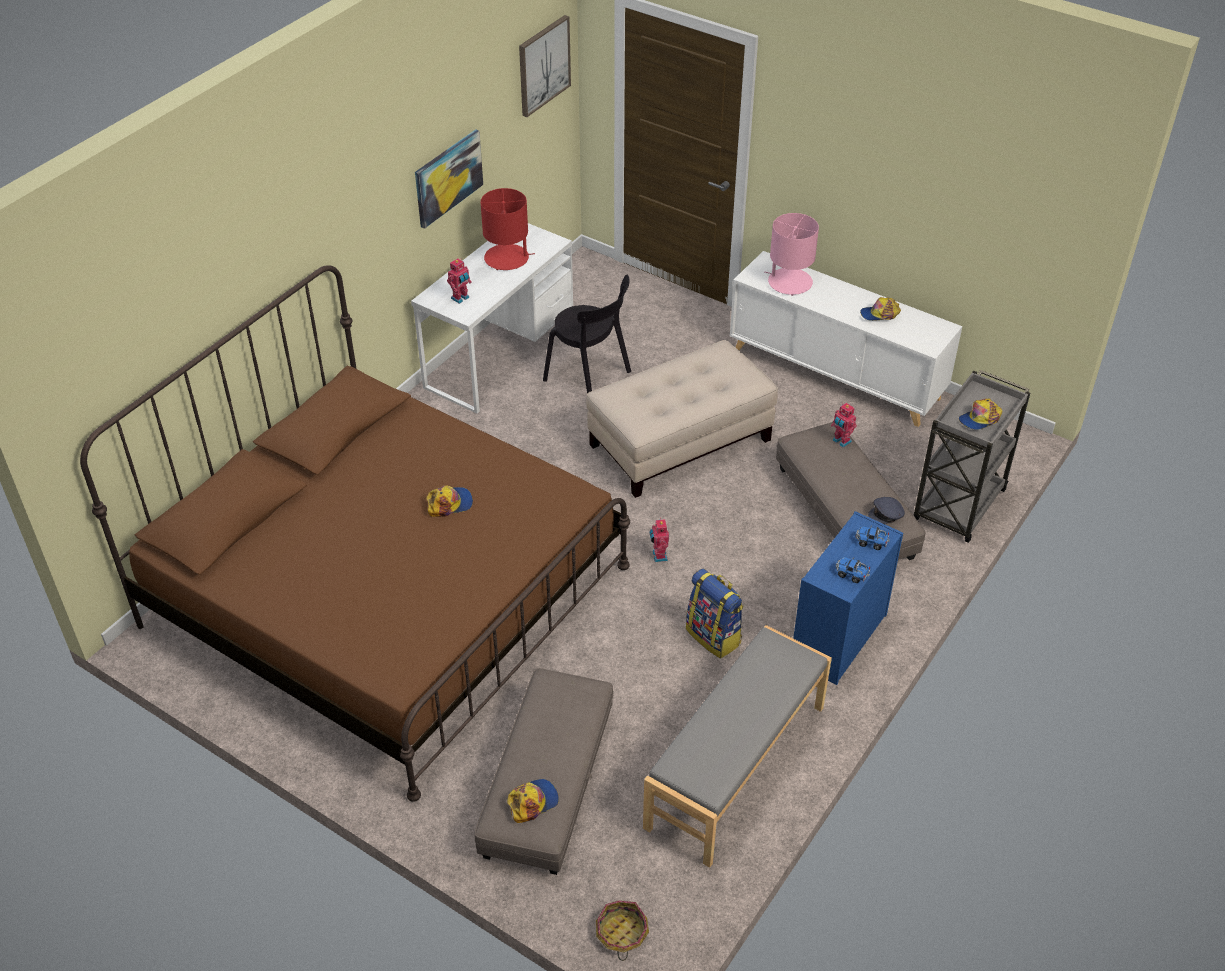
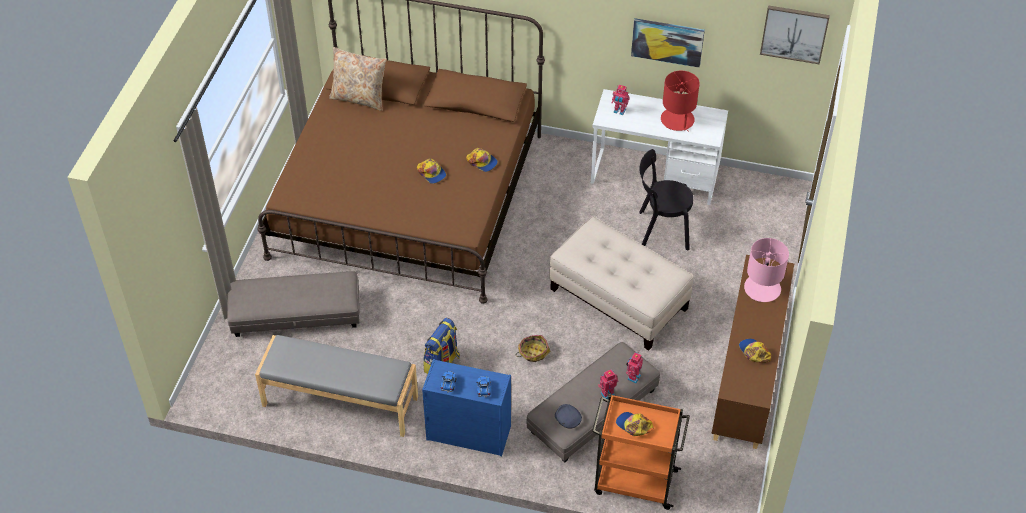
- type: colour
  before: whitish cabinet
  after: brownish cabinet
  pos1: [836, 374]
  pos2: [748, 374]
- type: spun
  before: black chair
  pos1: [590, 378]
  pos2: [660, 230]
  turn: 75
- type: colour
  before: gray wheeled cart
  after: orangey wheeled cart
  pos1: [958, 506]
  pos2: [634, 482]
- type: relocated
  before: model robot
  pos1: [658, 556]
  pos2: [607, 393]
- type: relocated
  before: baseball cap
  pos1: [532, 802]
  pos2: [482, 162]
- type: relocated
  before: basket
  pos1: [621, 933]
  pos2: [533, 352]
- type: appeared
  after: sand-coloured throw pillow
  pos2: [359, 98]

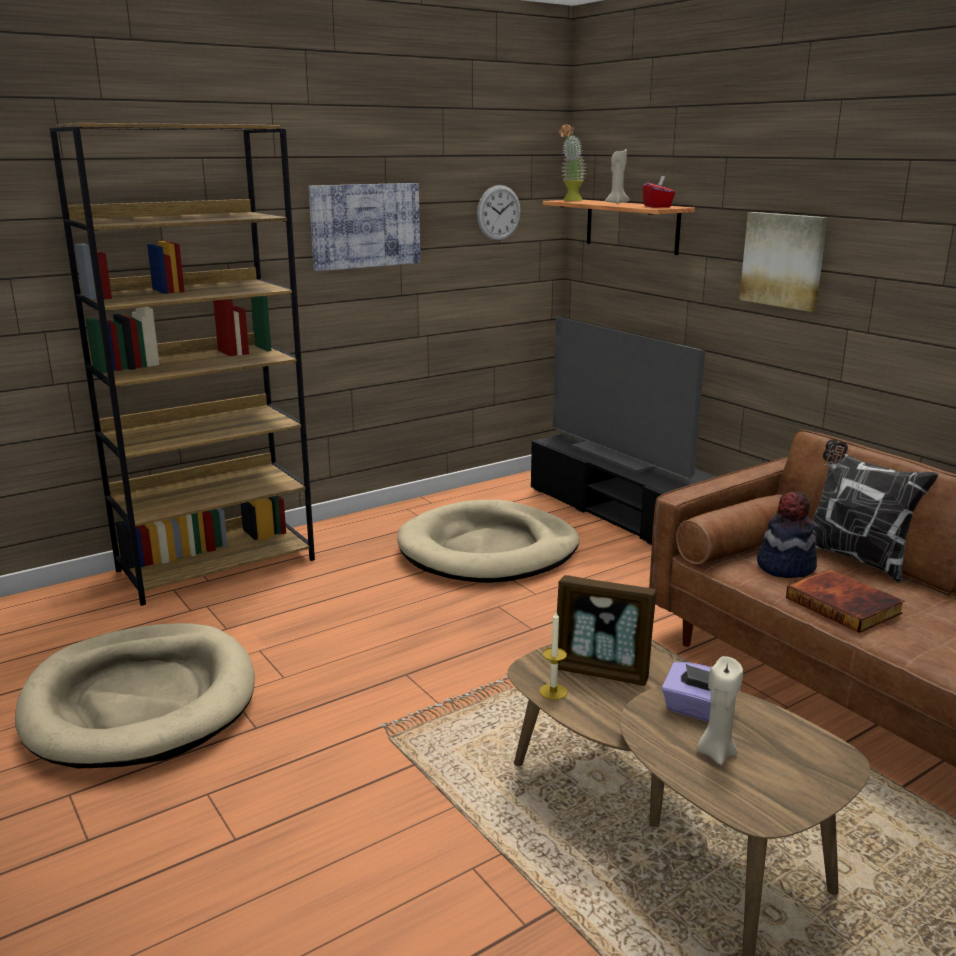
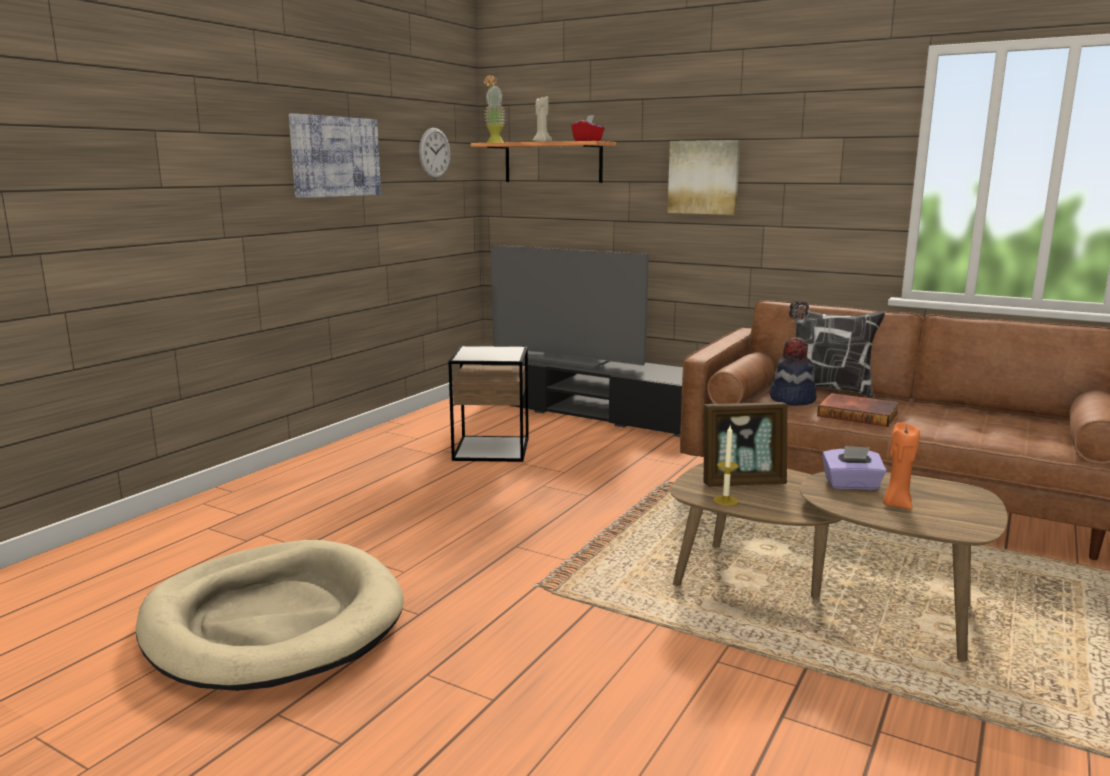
- type: missing
  before: brownish shelving unit
  pos1: [217, 565]
- type: exchanged
  before: sand-coloured dog cushion
  after: side table
  pos1: [488, 550]
  pos2: [491, 449]
- type: colour
  before: sand-coloured wax light
  after: orangey wax light
  pos1: [716, 752]
  pos2: [896, 504]

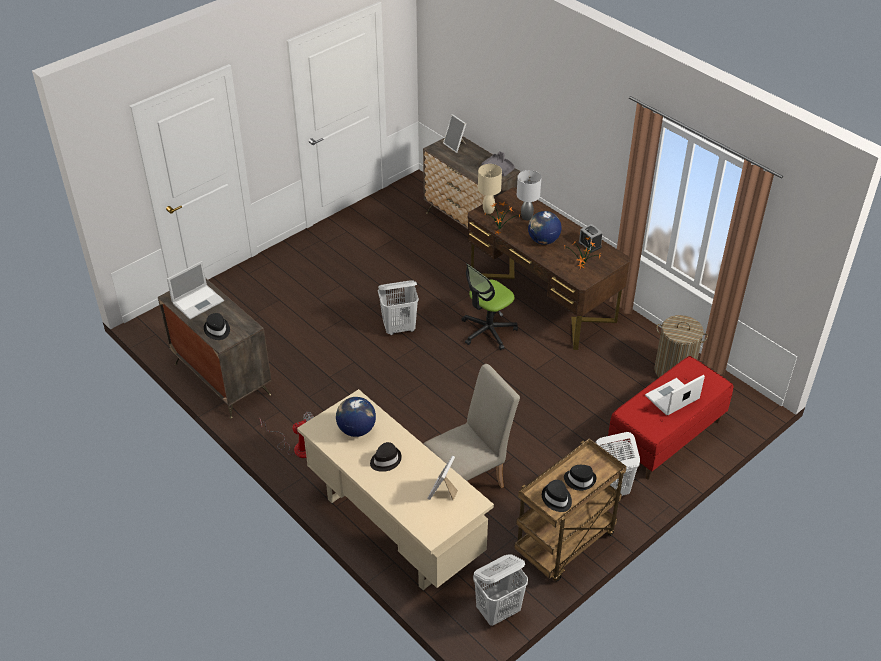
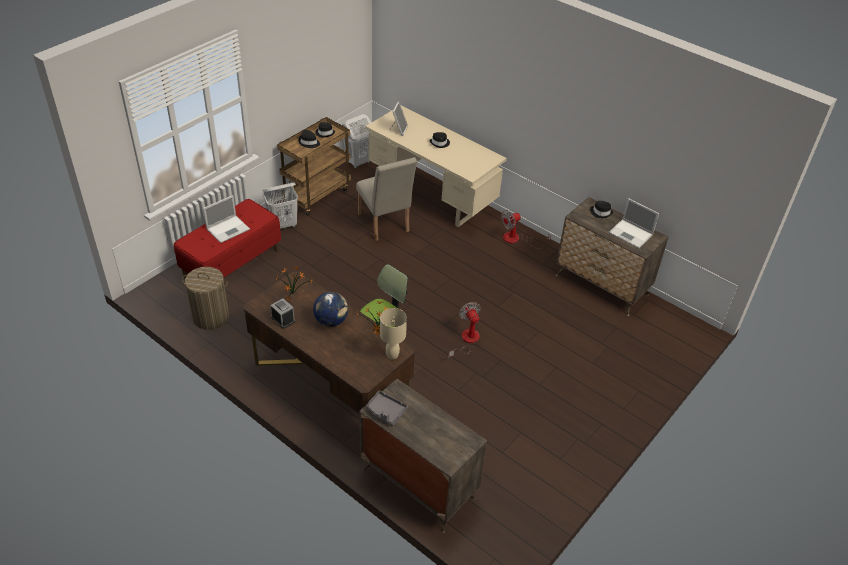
- type: missing
  before: photo frame
  pos1: [455, 145]
- type: missing
  before: gray lamp for a table
  pos1: [527, 217]
- type: spun
  before: portable computer
  pos1: [198, 301]
  pos2: [631, 234]
  turn: -90
- type: exchanged
  before: whitish hamper
  after: fan
  pos1: [399, 328]
  pos2: [466, 341]
- type: spun
  before: sand-coloured chair
  pos1: [469, 481]
  pos2: [384, 225]
  turn: -75
- type: missing
  before: desk globe
  pos1: [356, 430]

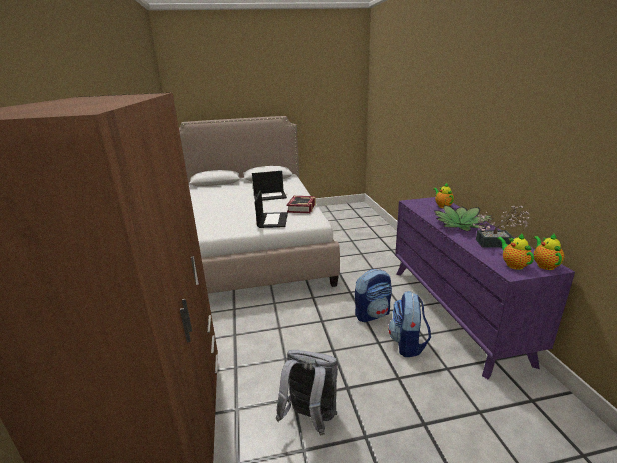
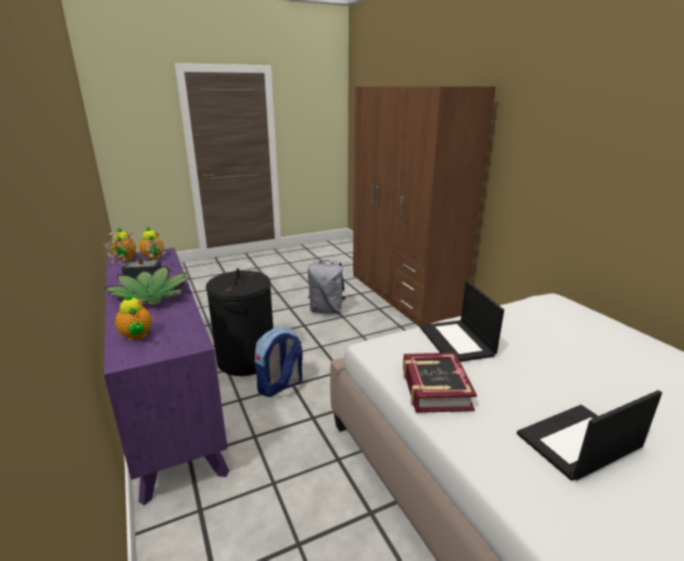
- type: exchanged
  before: backpack
  after: black hamper
  pos1: [408, 344]
  pos2: [246, 359]

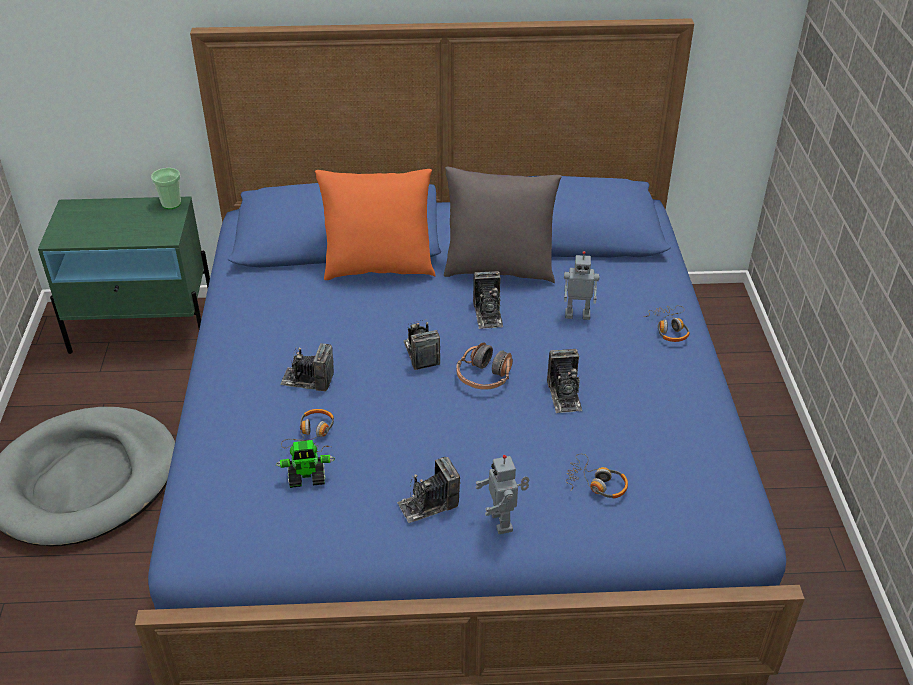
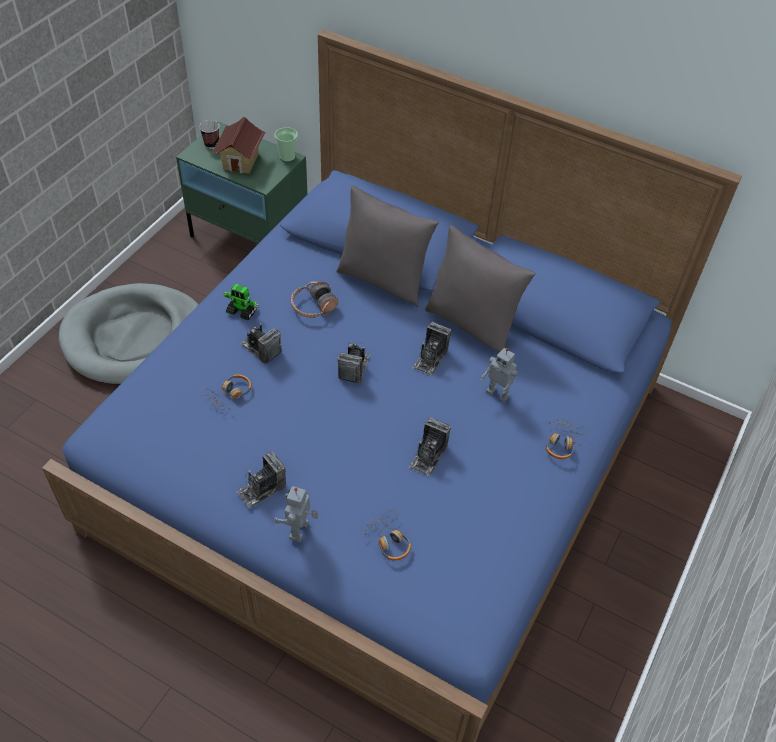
- type: colour
  before: orangey throw pillow
  after: gray throw pillow
  pos1: [378, 268]
  pos2: [383, 280]
- type: relocated
  before: pair of headphones
  pos1: [484, 377]
  pos2: [313, 307]
- type: relocated
  before: model robot
  pos1: [307, 477]
  pos2: [242, 311]
- type: spun
  before: photo camera
  pos1: [428, 504]
  pos2: [262, 489]
  turn: -45
- type: appeared
  after: toy house
  pos2: [241, 161]
- type: appeared
  after: drinking cup
  pos2: [211, 144]

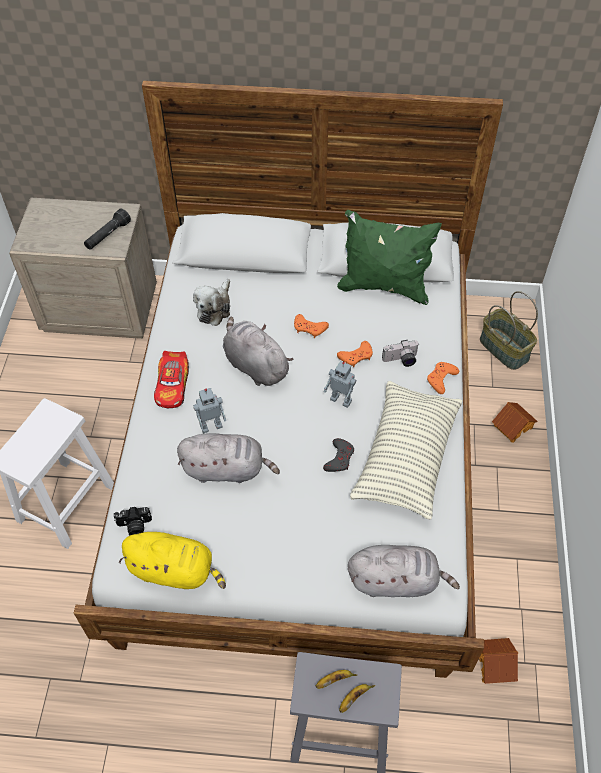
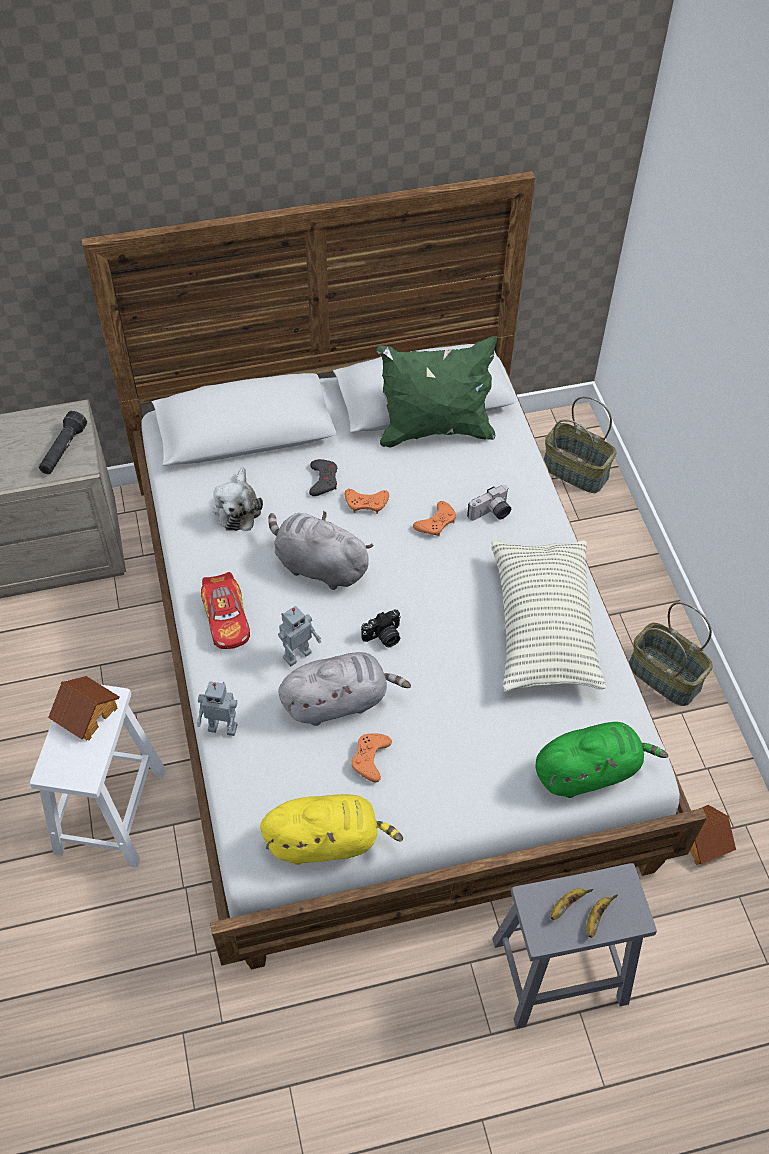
- type: relocated
  before: model robot
  pos1: [341, 399]
  pos2: [223, 726]
- type: relocated
  before: orangey gamepad
  pos1: [441, 379]
  pos2: [370, 758]
- type: relocated
  before: toy house
  pos1: [512, 426]
  pos2: [86, 713]
- type: relocated
  before: gray gamepad
  pos1: [339, 458]
  pos2: [323, 480]
- type: relocated
  before: photo camera
  pos1: [134, 526]
  pos2: [383, 637]
- type: colour
  before: gray cuddly toy
  after: green-coloured cuddly toy
  pos1: [396, 580]
  pos2: [589, 771]
- type: appeared
  after: basket
  pos2: [665, 676]

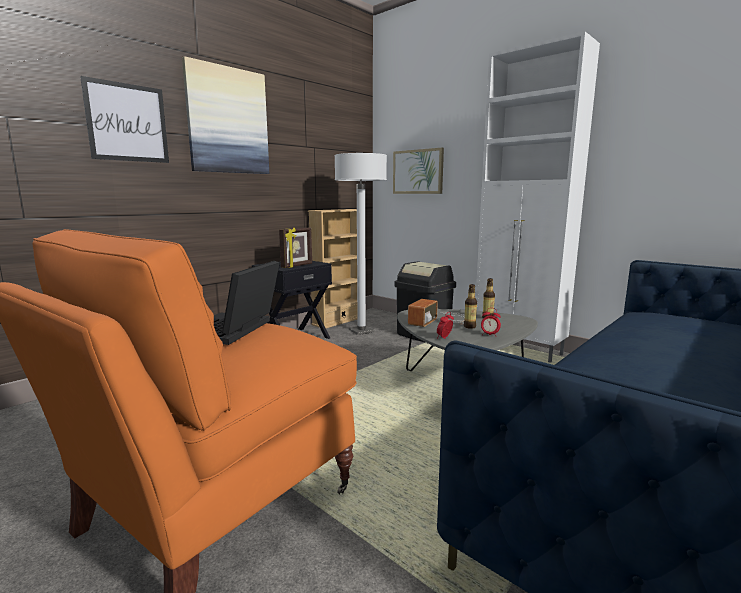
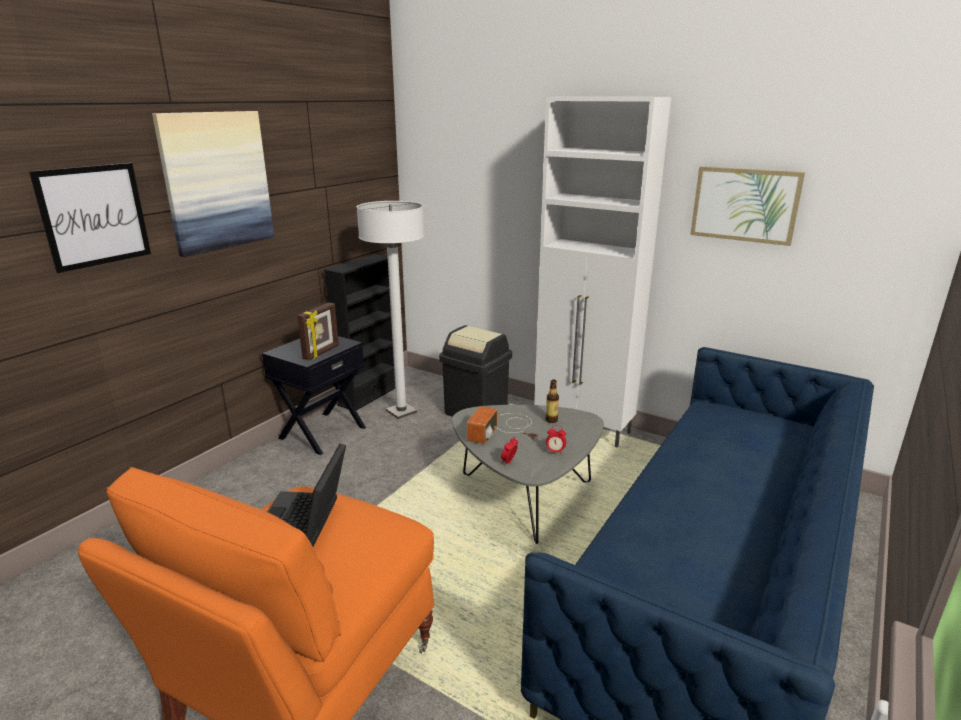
- type: relocated
  before: wall art
  pos1: [418, 172]
  pos2: [745, 204]
- type: colour
  before: sand-coloured shelving unit
  after: black shelving unit
  pos1: [338, 321]
  pos2: [369, 395]
- type: missing
  before: beverage bottle
  pos1: [469, 327]

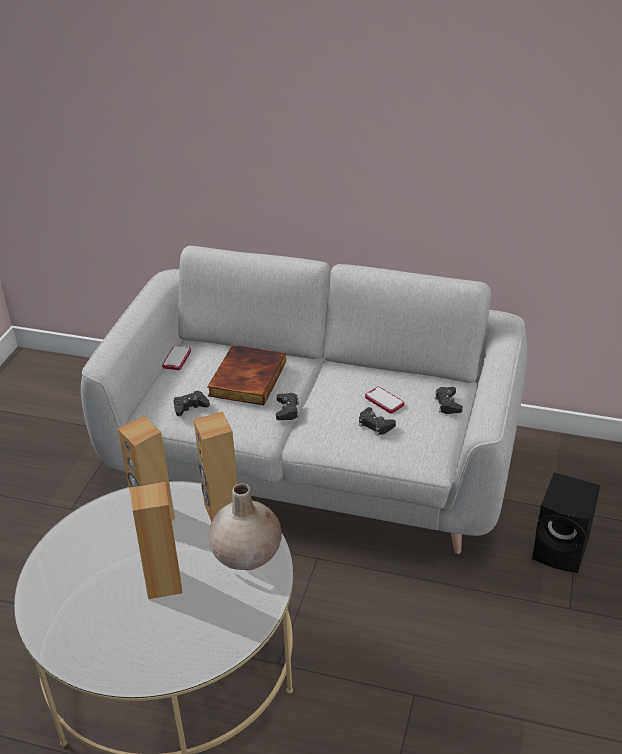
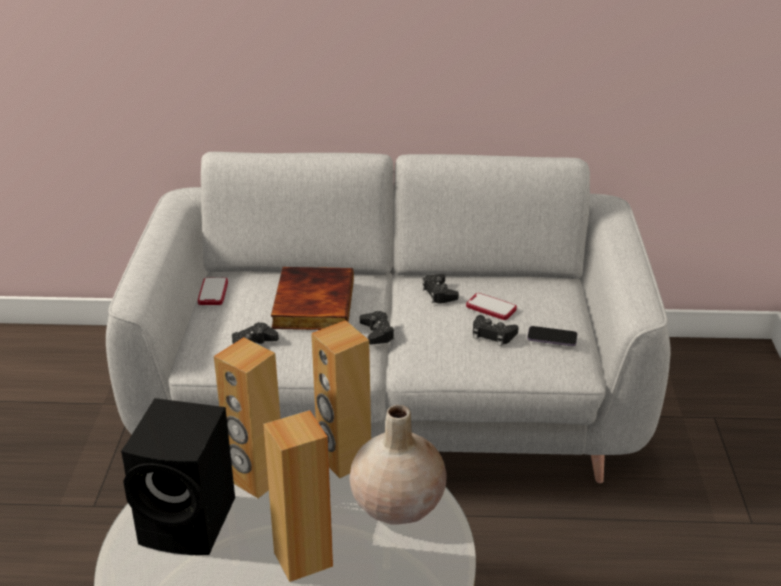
- type: relocated
  before: black gamepad
  pos1: [447, 404]
  pos2: [439, 293]
- type: relocated
  before: black speaker
  pos1: [562, 550]
  pos2: [191, 523]
- type: appeared
  after: phone
  pos2: [552, 338]

